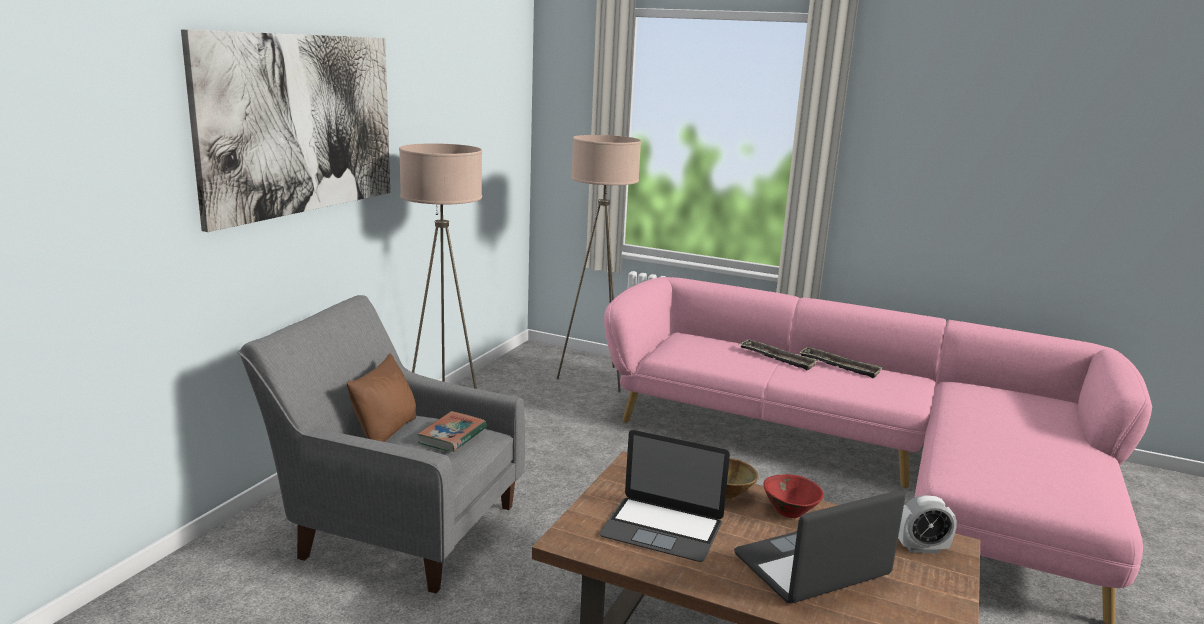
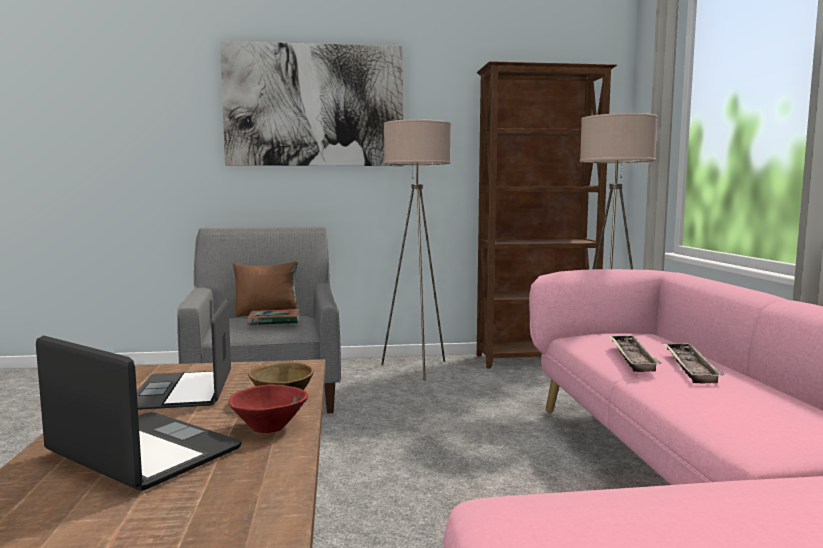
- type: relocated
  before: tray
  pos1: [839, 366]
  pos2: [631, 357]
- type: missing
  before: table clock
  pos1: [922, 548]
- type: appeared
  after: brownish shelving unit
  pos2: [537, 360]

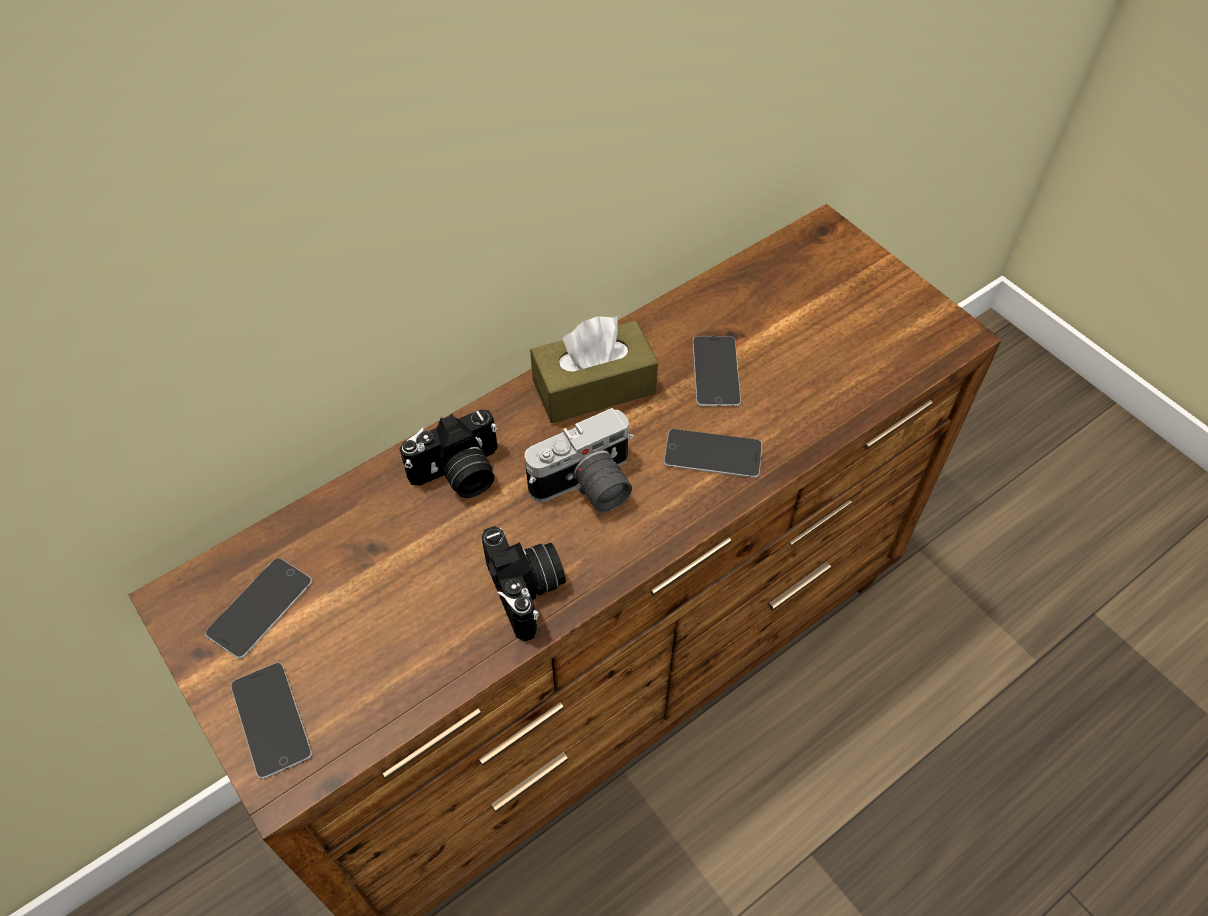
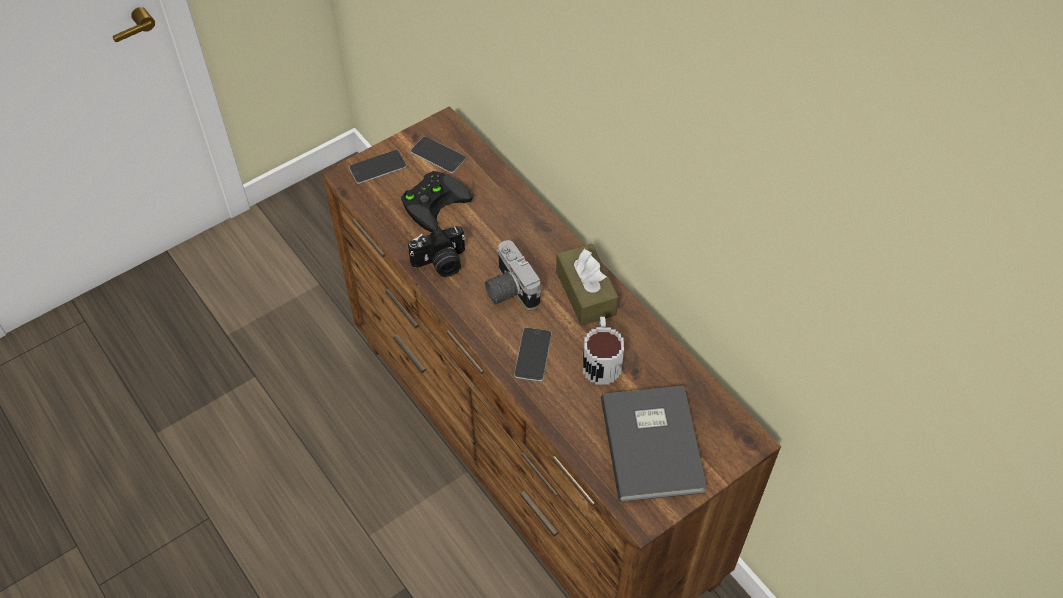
- type: exchanged
  before: phone
  after: coffee mug
  pos1: [716, 371]
  pos2: [601, 360]
- type: missing
  before: photo camera
  pos1: [459, 474]
- type: appeared
  after: black gamepad
  pos2: [434, 201]
- type: appeared
  after: gray bound book
  pos2: [654, 443]

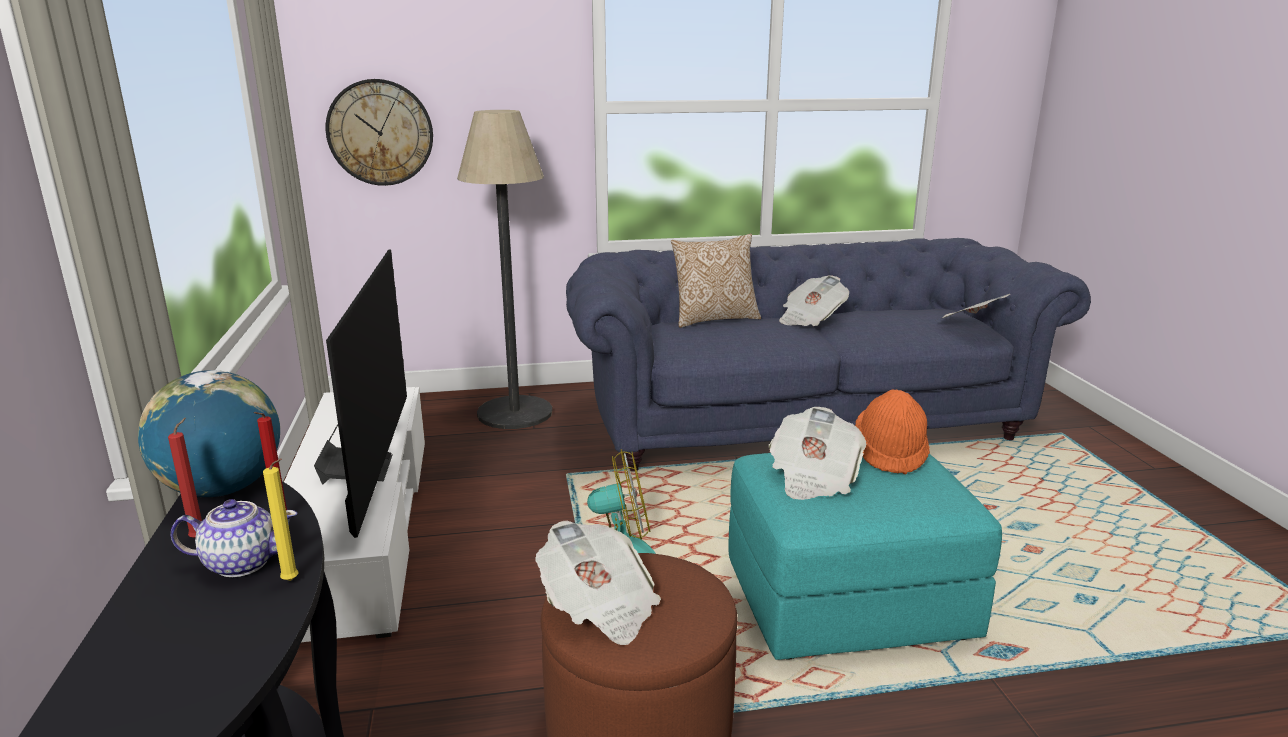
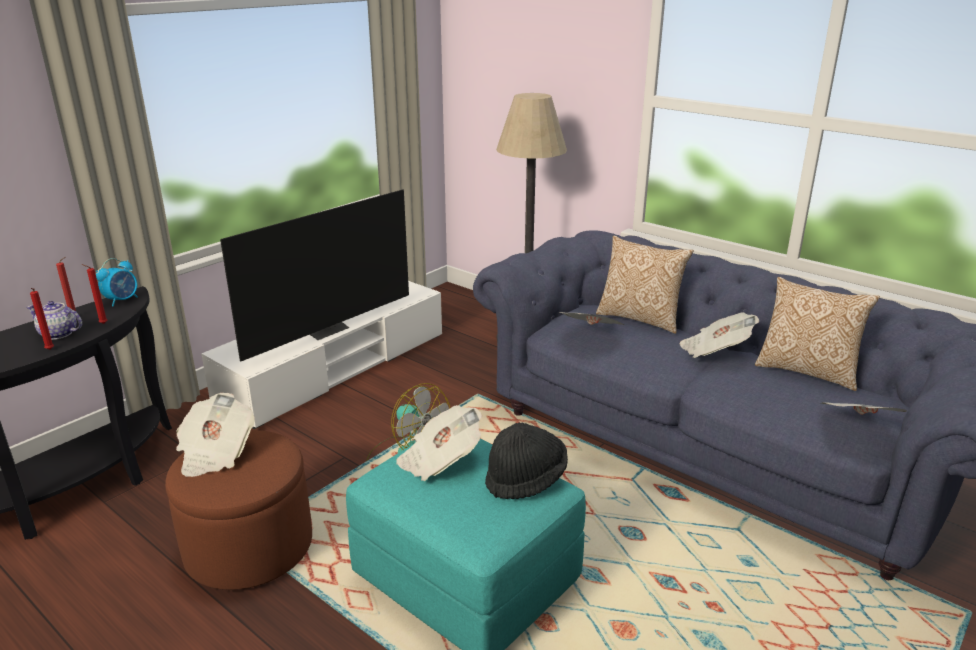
- type: missing
  before: hanging clock
  pos1: [380, 132]
- type: exchanged
  before: desk globe
  after: table clock
  pos1: [222, 489]
  pos2: [122, 300]
- type: colour
  before: orangey hat
  after: black hat
  pos1: [890, 453]
  pos2: [526, 480]
- type: colour
  before: yellowish wax light
  after: red wax light
  pos1: [292, 581]
  pos2: [49, 350]
- type: spun
  before: teapot
  pos1: [241, 562]
  pos2: [59, 334]
  turn: 150
- type: appeared
  after: throw pillow
  pos2: [807, 371]
- type: appeared
  after: daily paper
  pos2: [592, 334]

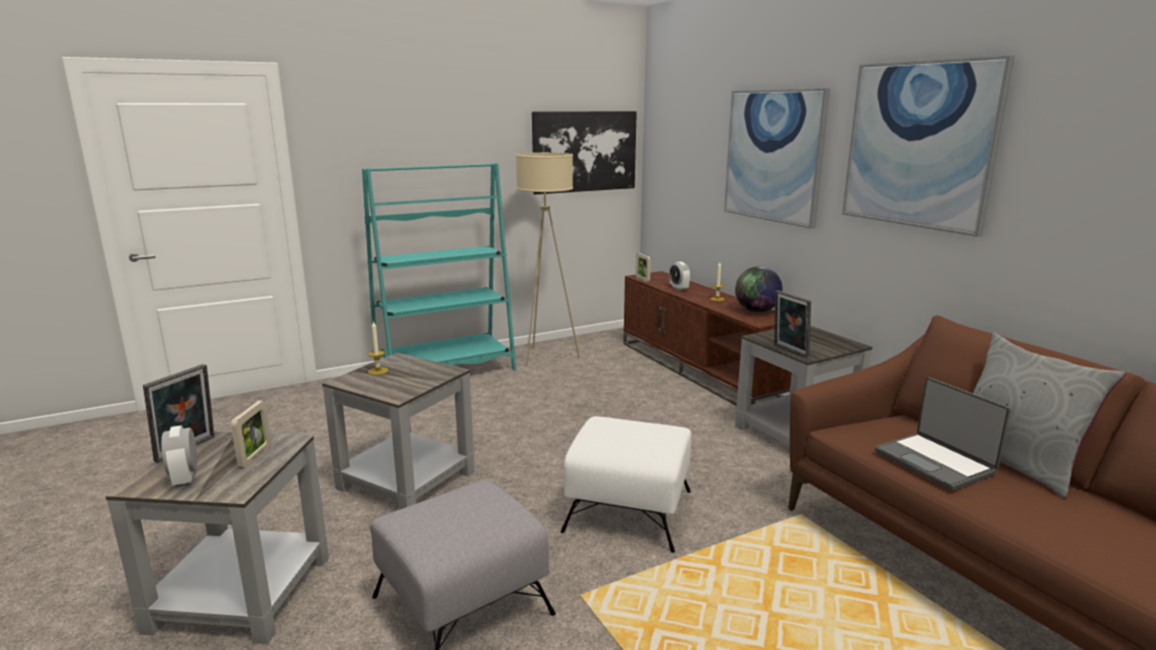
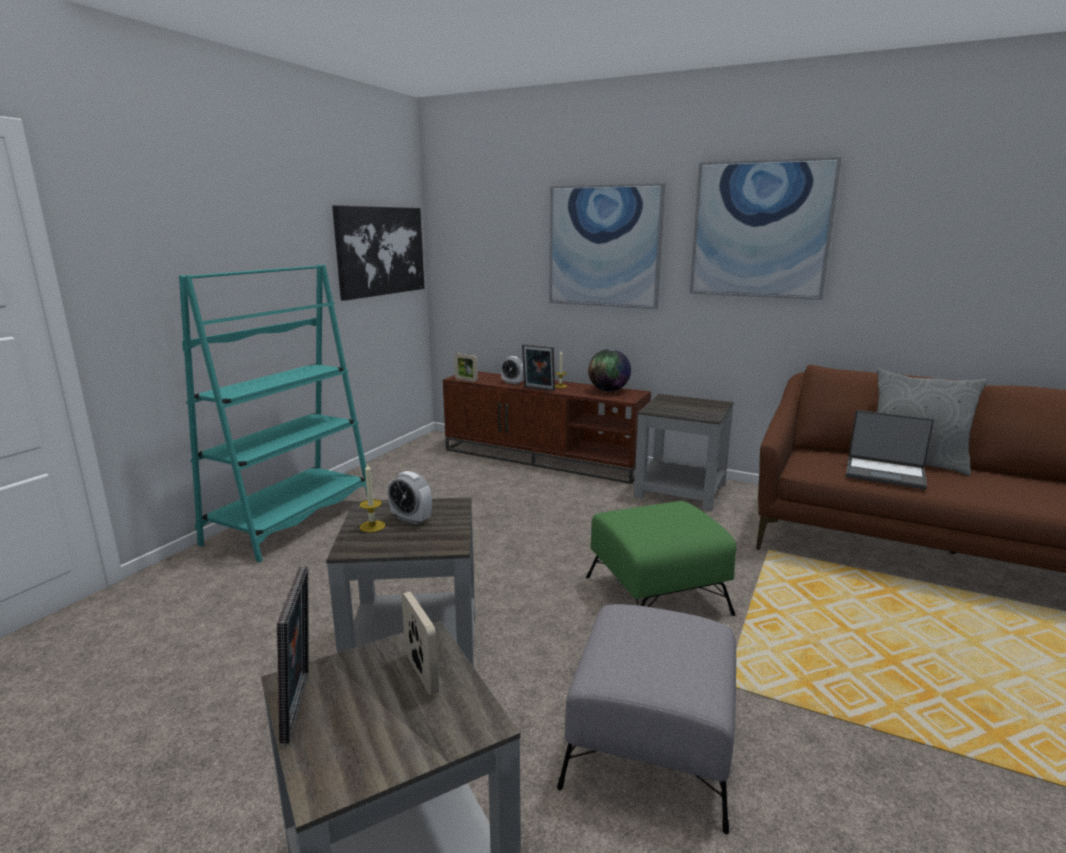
- type: missing
  before: sand-coloured floor lamp
  pos1: [547, 357]
- type: relocated
  before: photo frame
  pos1: [789, 351]
  pos2: [538, 389]
- type: colour
  before: whitish footrest
  after: green-coloured footrest
  pos1: [629, 511]
  pos2: [657, 595]
- type: relocated
  before: table clock
  pos1: [185, 479]
  pos2: [411, 519]

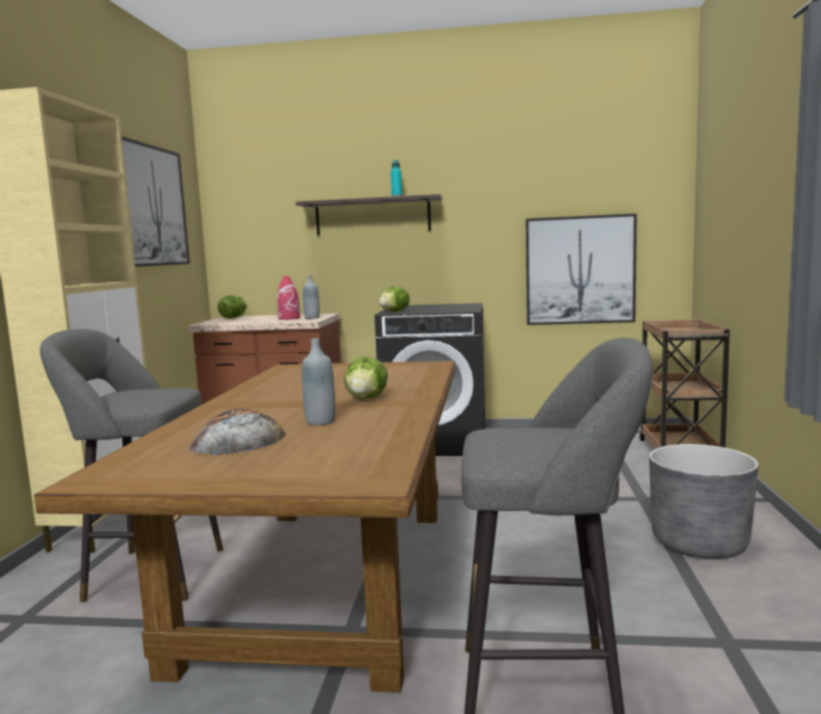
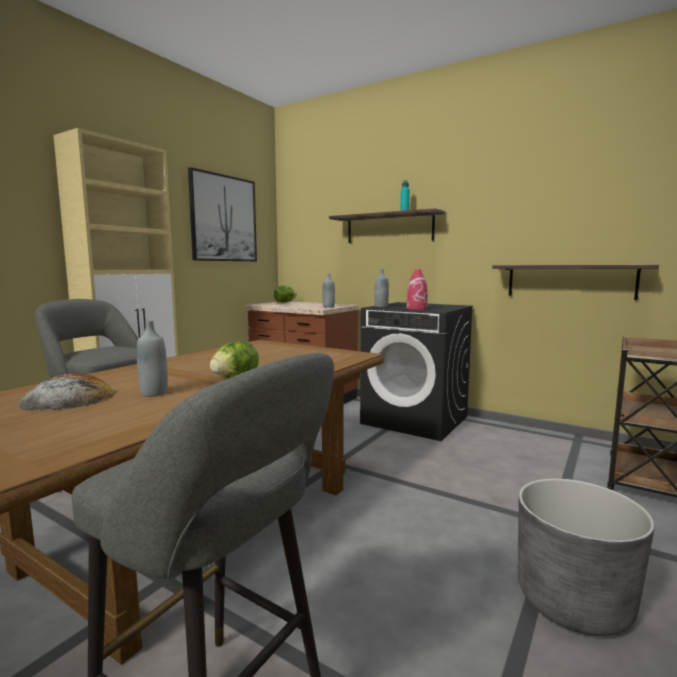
- type: exchanged
  before: wall art
  after: shelf
  pos1: [580, 270]
  pos2: [570, 281]
- type: relocated
  before: red vase
  pos1: [289, 318]
  pos2: [416, 309]
- type: exchanged
  before: lettuce
  after: gray beverage bottle
  pos1: [394, 312]
  pos2: [381, 307]

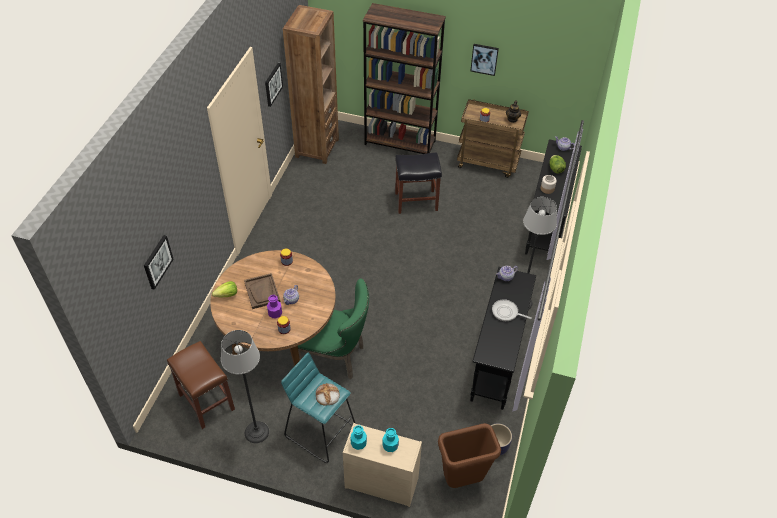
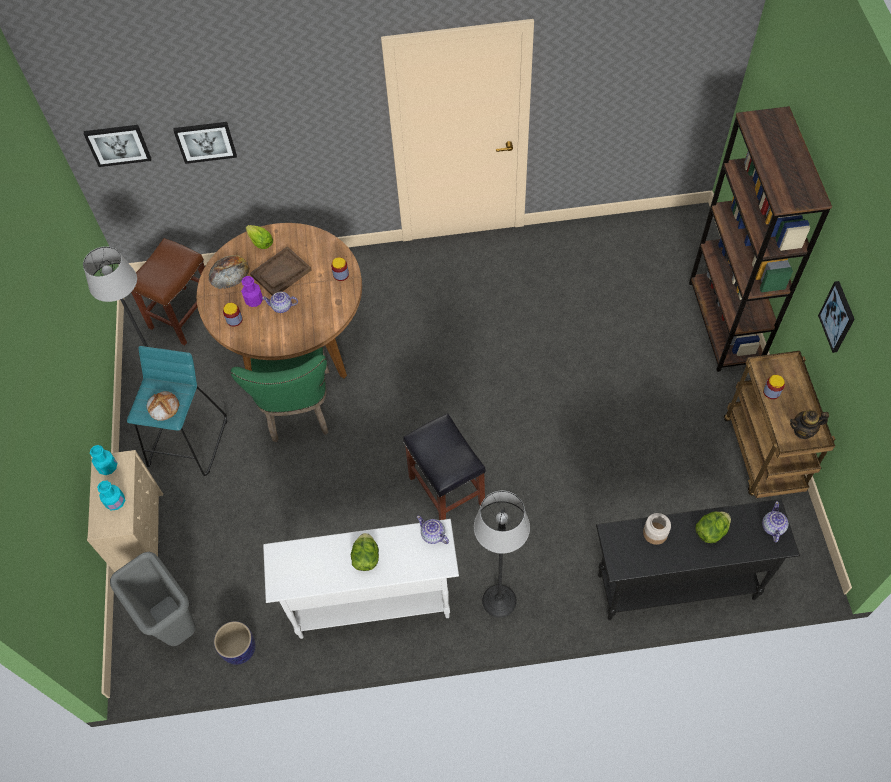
- type: missing
  before: brownish shelving unit
  pos1: [317, 148]
- type: relocated
  before: wall art
  pos1: [273, 84]
  pos2: [118, 144]
- type: relocated
  before: black stool
  pos1: [415, 202]
  pos2: [445, 490]
- type: colour
  before: black narrow table
  after: whitish narrow table
  pos1: [496, 364]
  pos2: [371, 604]
- type: exchanged
  before: pan
  after: lettuce
  pos1: [506, 312]
  pos2: [366, 558]
- type: colour
  before: brownish rubbish bin
  after: gray rubbish bin
  pos1: [462, 480]
  pos2: [175, 625]
- type: appeared
  after: bakery bread
  pos2: [229, 272]

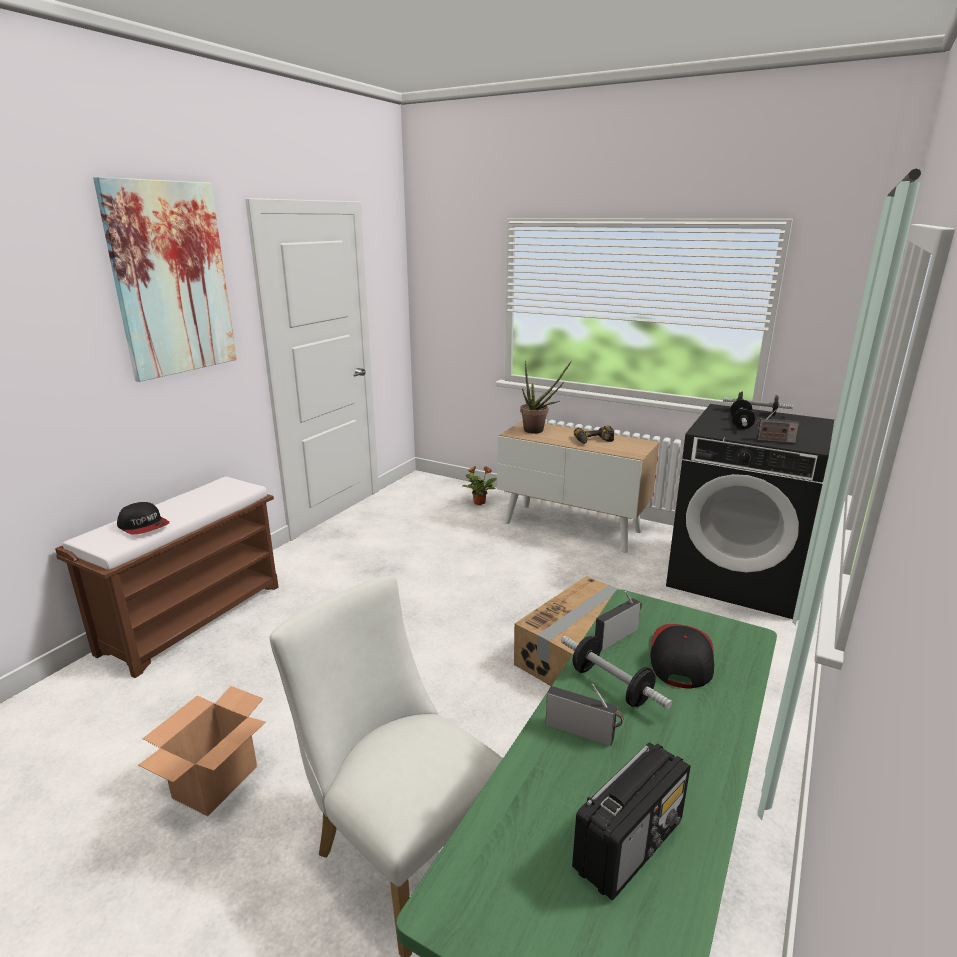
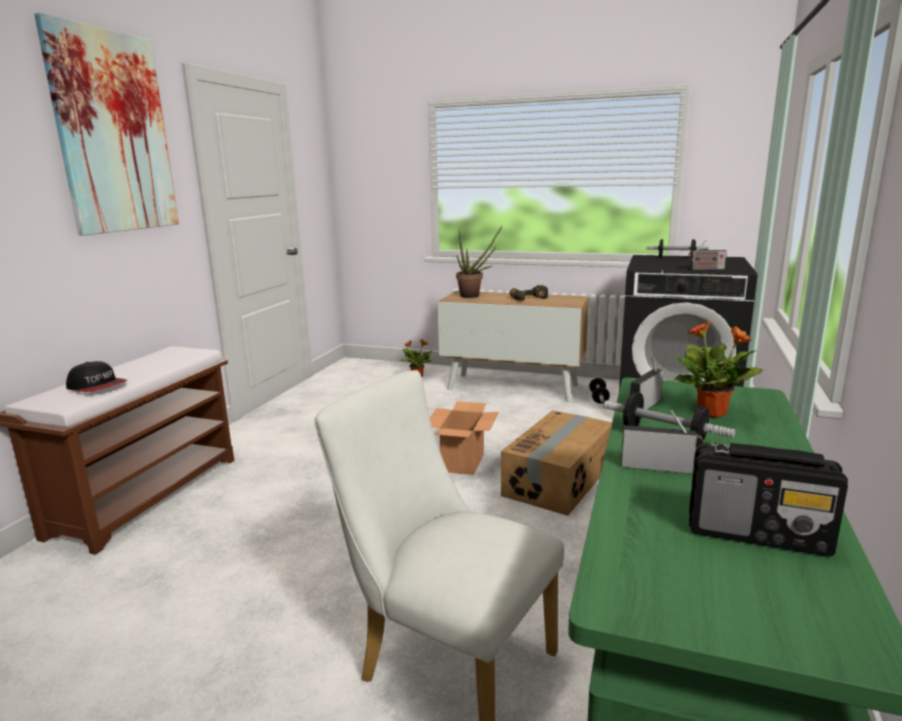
- type: relocated
  before: dumbbell
  pos1: [740, 424]
  pos2: [598, 398]
- type: exchanged
  before: baseball cap
  after: potted plant
  pos1: [680, 658]
  pos2: [712, 413]
- type: relocated
  before: carton
  pos1: [215, 783]
  pos2: [463, 463]
- type: spun
  before: radio
  pos1: [629, 844]
  pos2: [759, 534]
  turn: 75

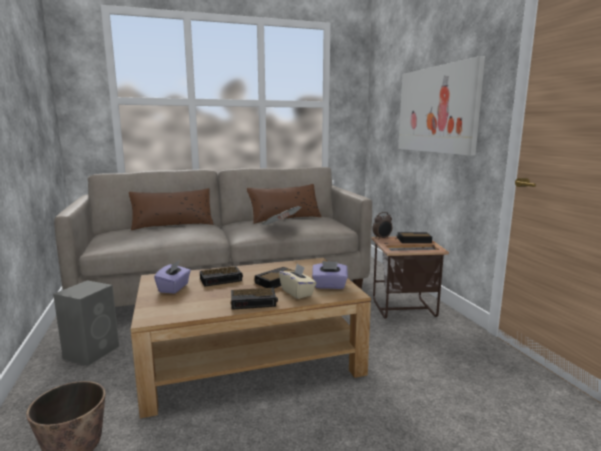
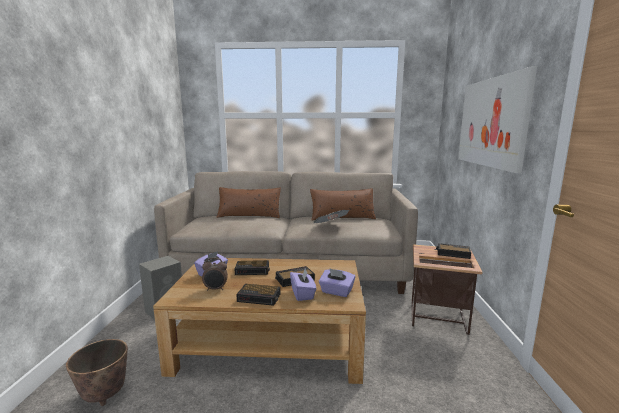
- type: relocated
  before: table clock
  pos1: [382, 238]
  pos2: [215, 289]
- type: colour
  before: sand-coloured tissue box
  after: purple tissue box
  pos1: [297, 292]
  pos2: [303, 294]

